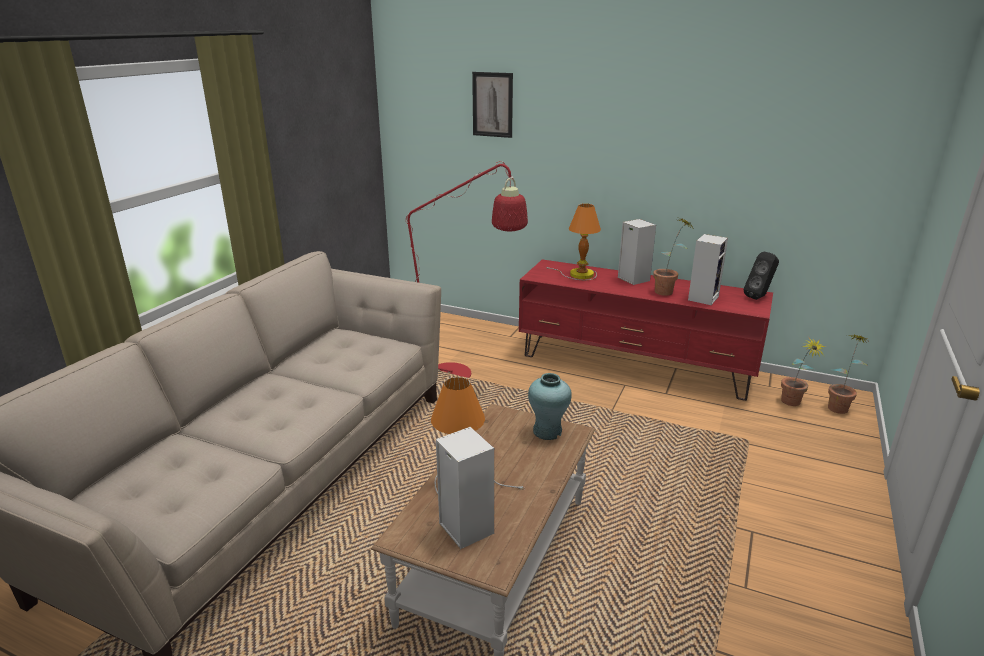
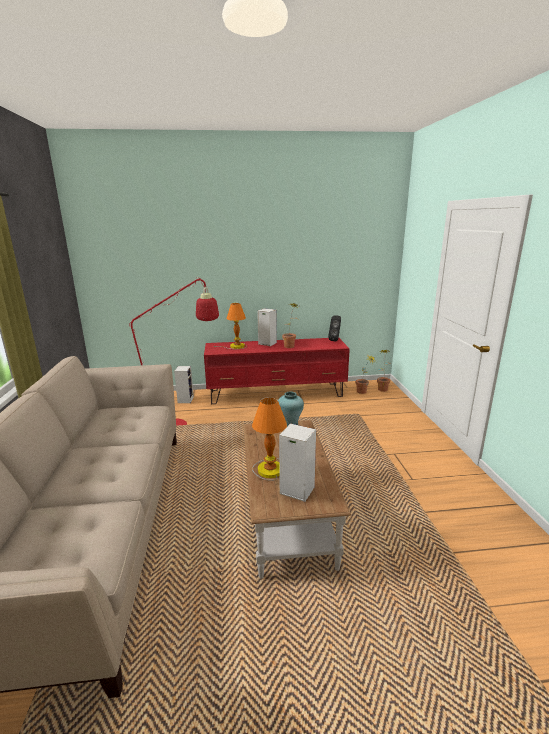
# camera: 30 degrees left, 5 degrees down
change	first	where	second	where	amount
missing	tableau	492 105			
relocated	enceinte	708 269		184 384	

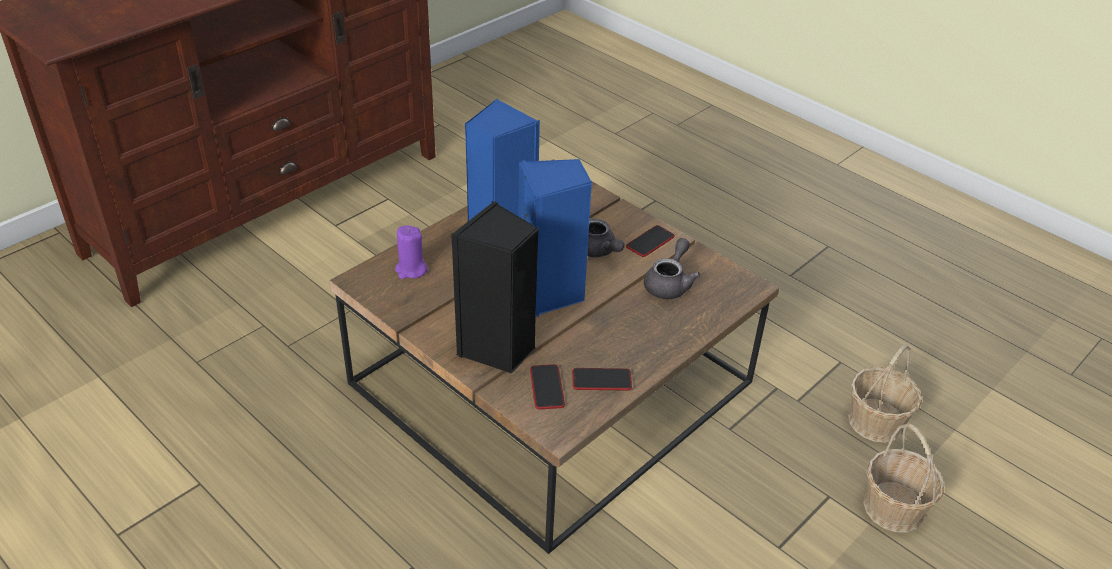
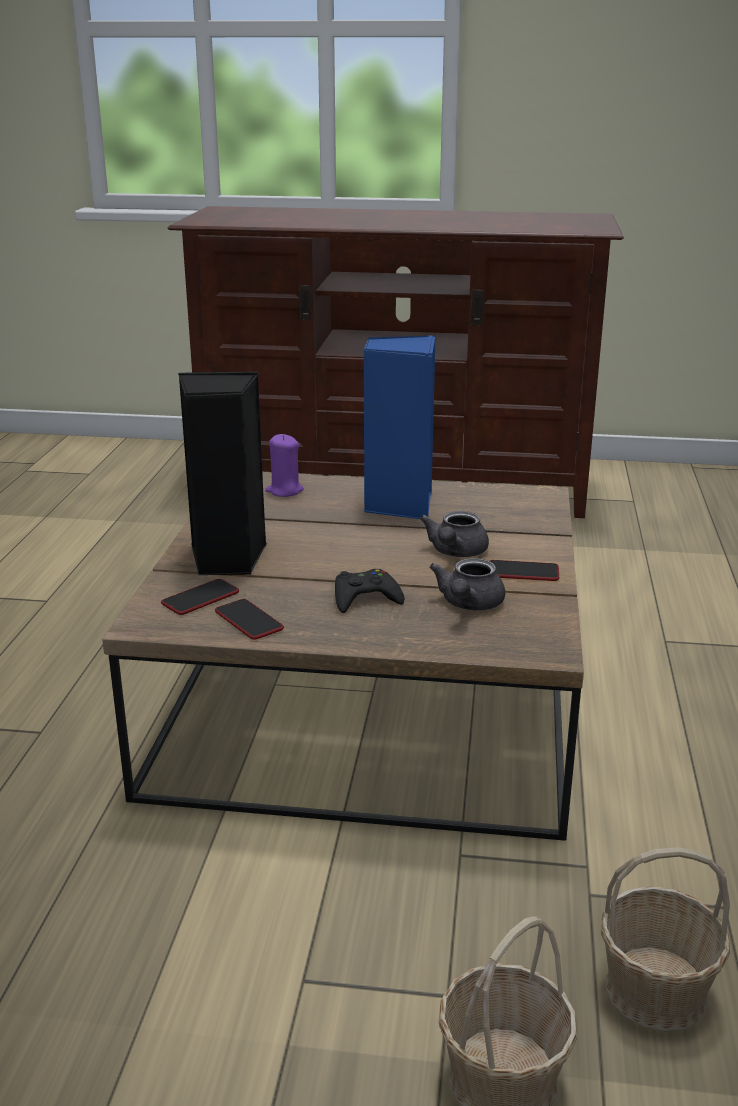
# camera: 55 degrees right, 15 degrees down
change	first	where	second	where	amount
missing	enceinte (bleu)	555 238			
spun	théière (gris)	672 268		467 584	120 degrees clockwise
appeared			manette (noir)	370 591	

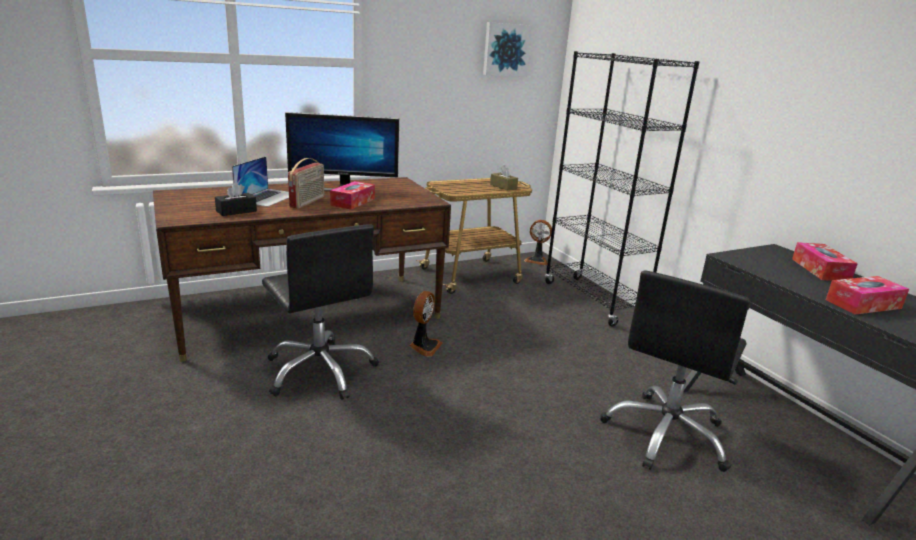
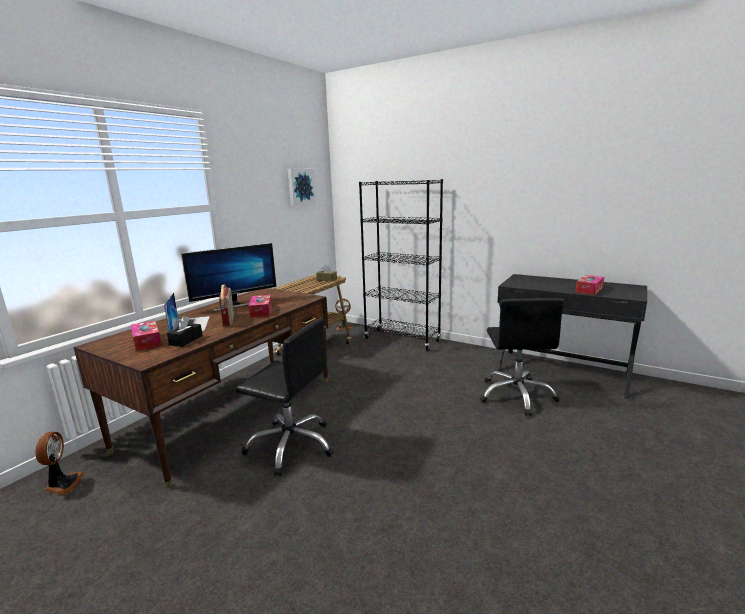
# camera: 30 degrees left, 5 degrees down
change	first	where	second	where	amount
relocated	ventilateur	425 324		59 463	
relocated	boîte à mouchoirs	825 261		146 335	

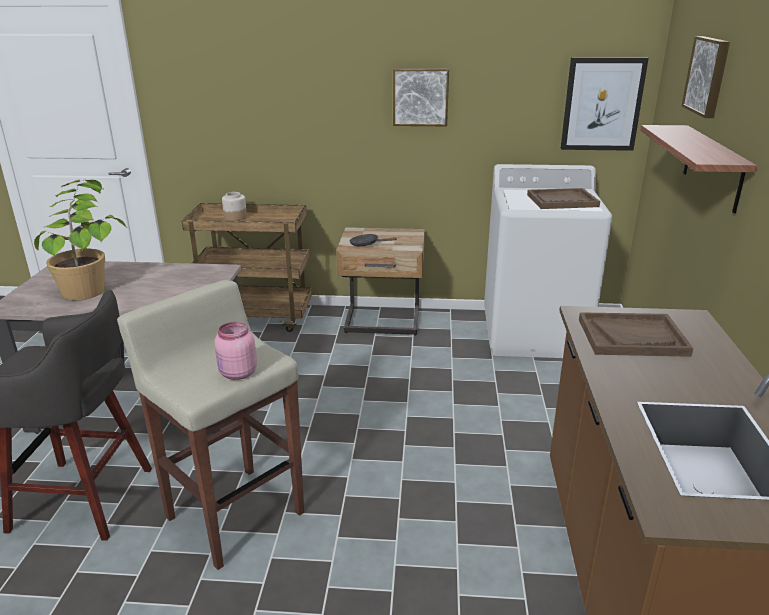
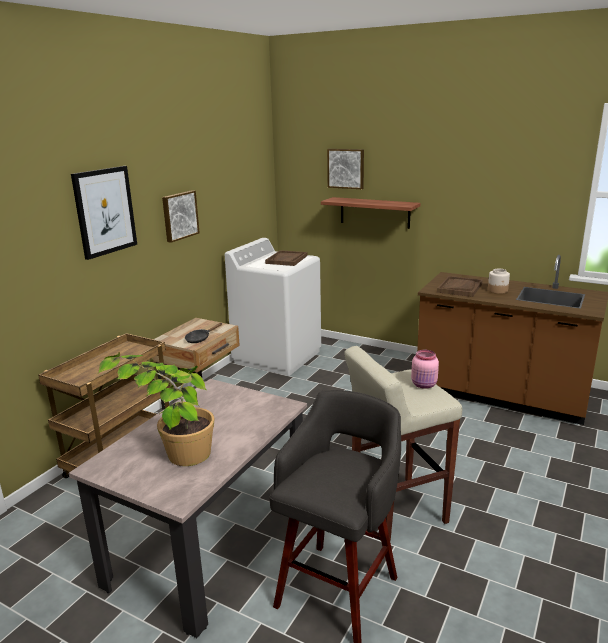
# camera: 65 degrees left, 5 degrees down
change	first	where	second	where	amount
relocated	bocal	234 206		499 281	
relocated	tableau	605 104		104 213	

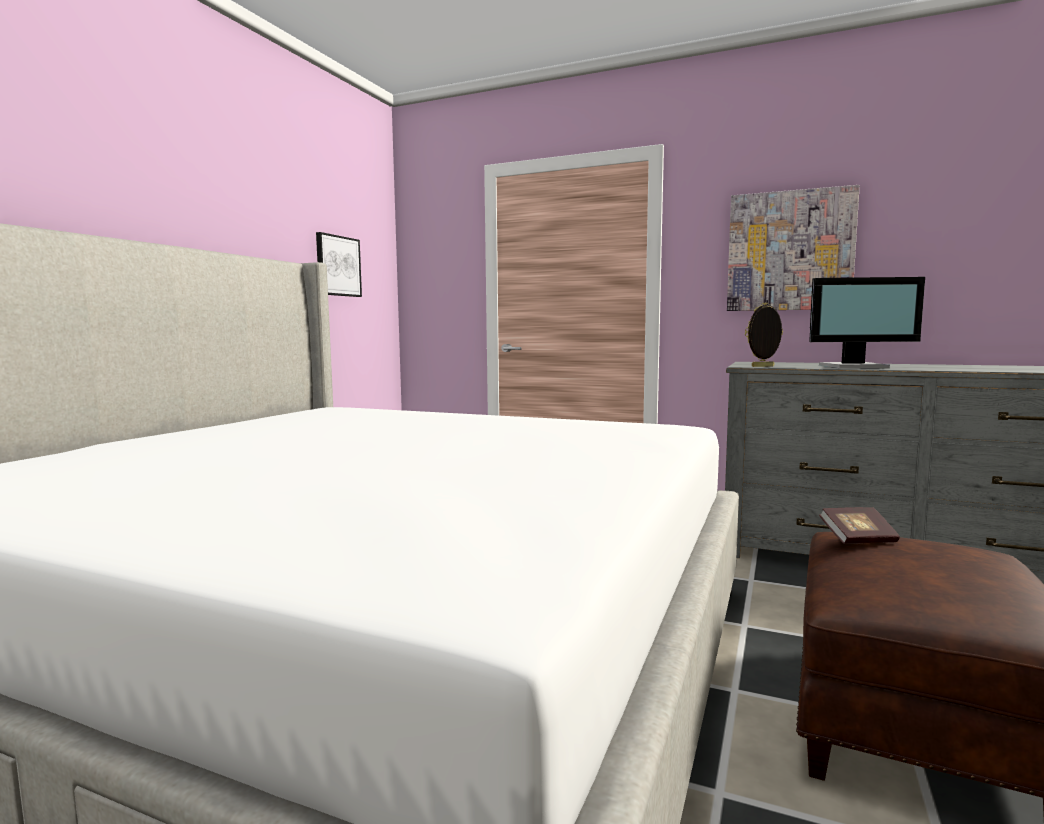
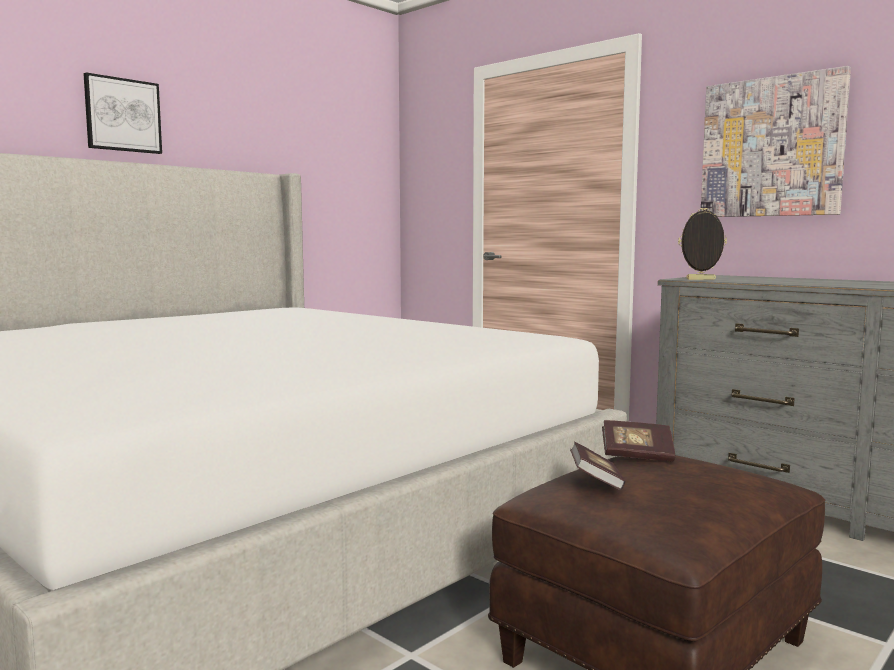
# camera: 20 degrees right, 0 degrees up
change	first	where	second	where	amount
relocated	tableau	339 264		122 113	
missing	écran d'ordinateur	867 322			
appeared			livre	598 466	

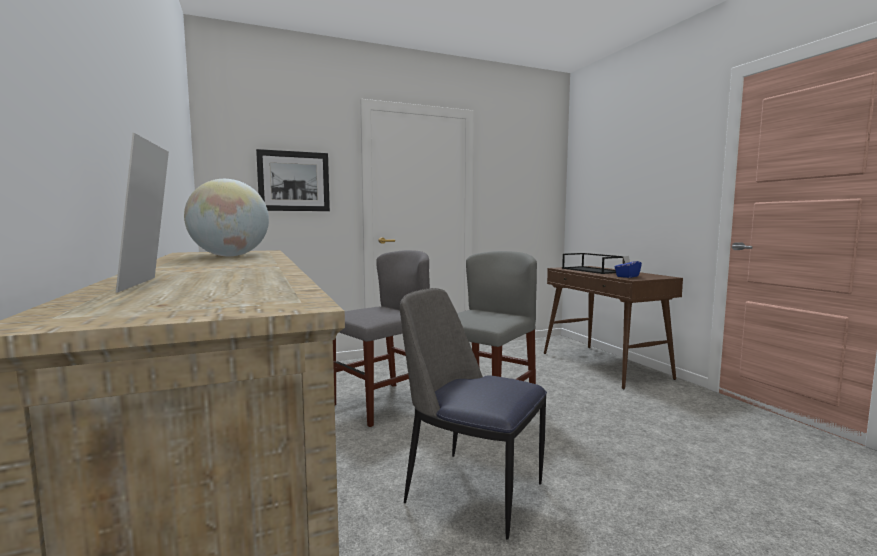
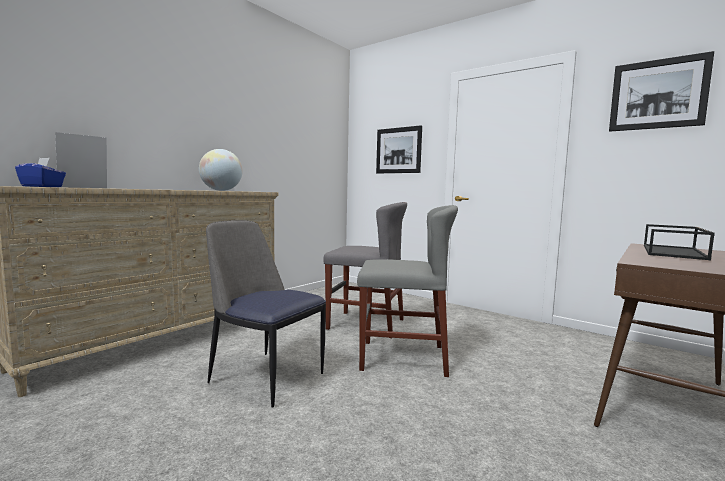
# camera: 60 degrees right, 0 degrees up
change	first	where	second	where	amount
spun	chaise	473 414		266 313	60 degrees counterclockwise
relocated	boîte à mouchoirs (bleu)	628 267		40 172	
appeared			tableau	661 91	

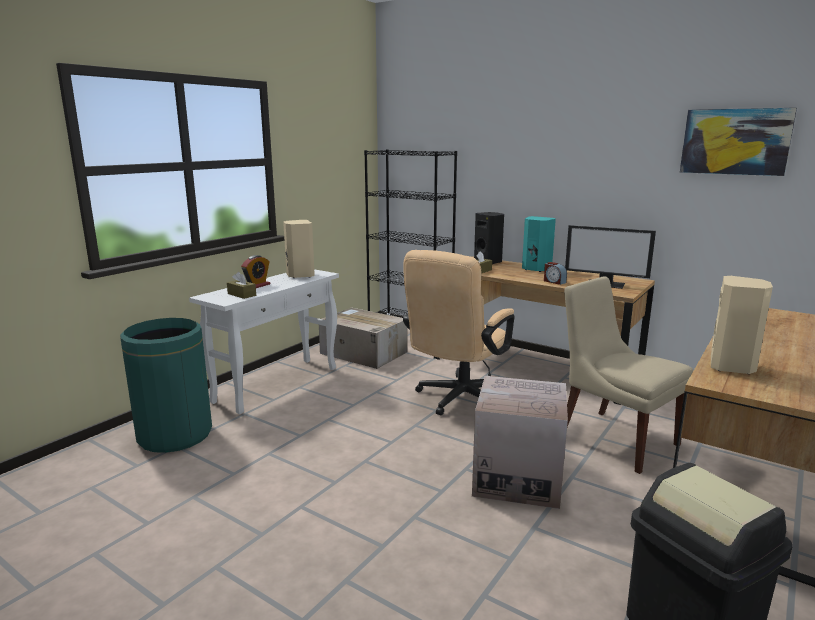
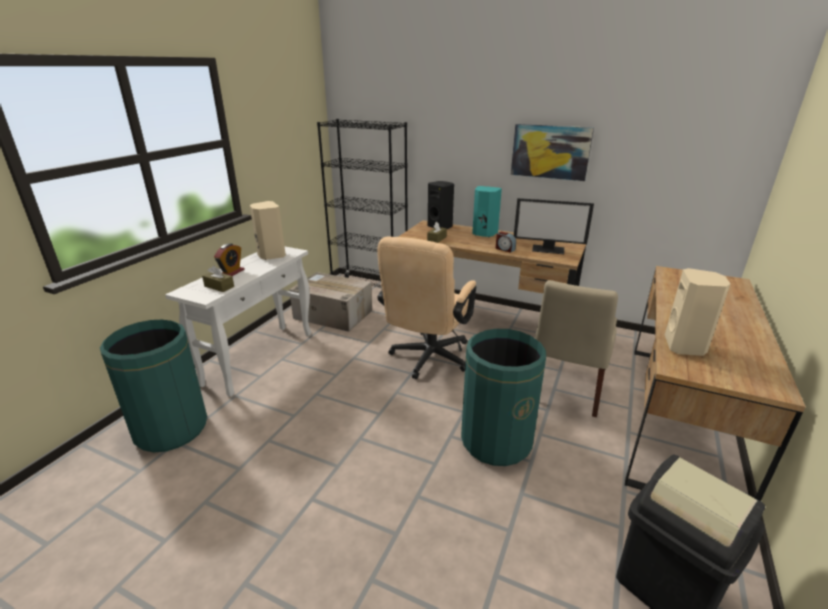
# camera: 10 degrees left, 10 degrees up
change	first	where	second	where	amount
exchanged	carton	520 442	poubelle (vert)	503 397	
spun	chaise (beige)	628 375		576 348	105 degrees counterclockwise
relocated	tableau	738 142		552 152	

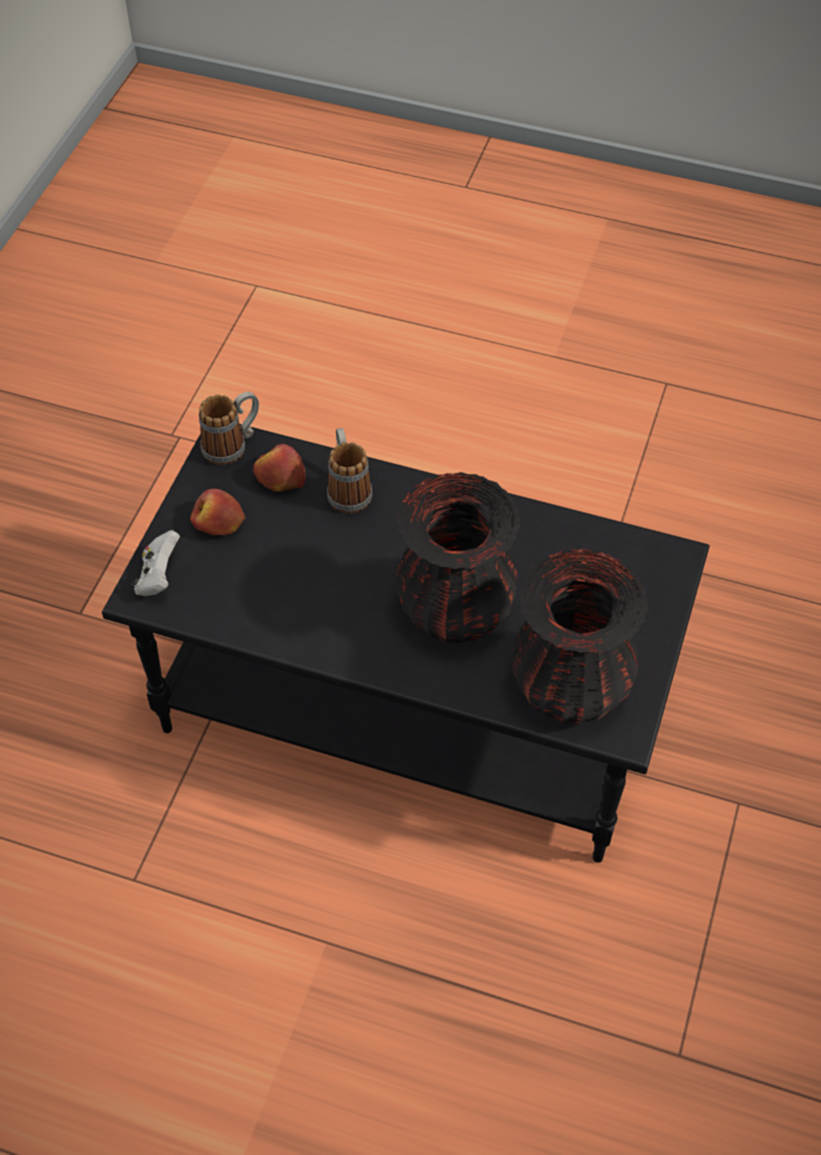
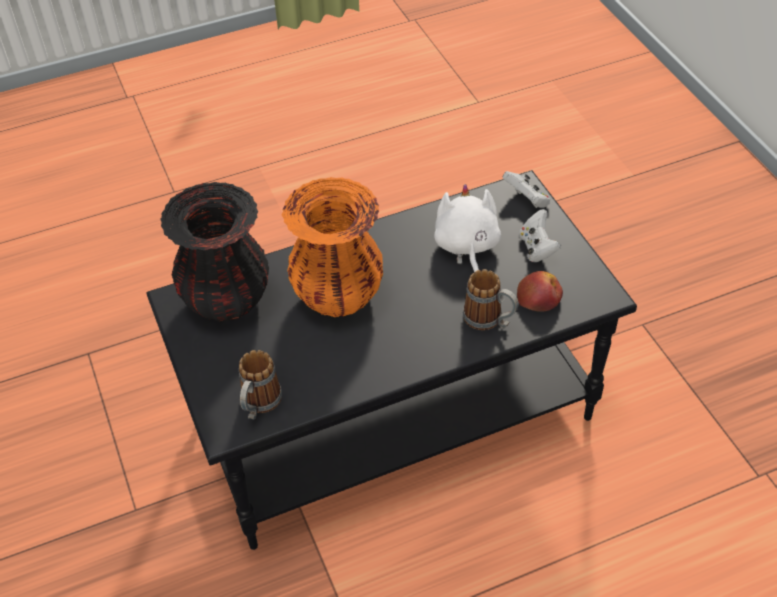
# camera: 140 degrees right, 5 degrees down
change	first	where	second	where	amount
exchanged	pomme	217 512	manette (blanc)	540 235	
relocated	mug	229 428		260 384	
colour	vase (noir)	458 557	vase (orange)	332 247	
appeared			peluche (blanc)	467 228	

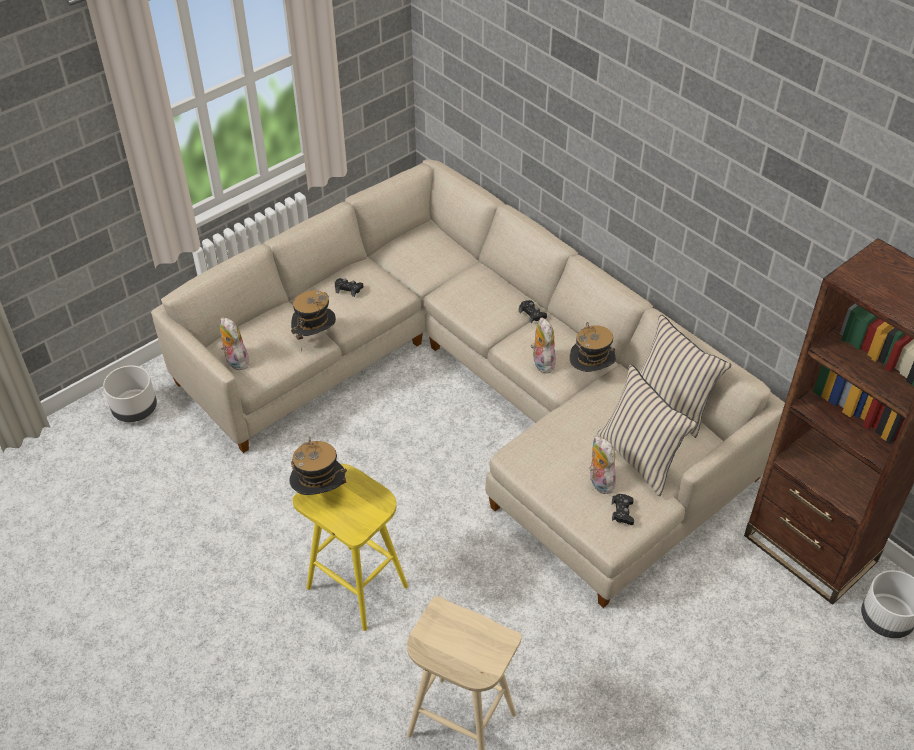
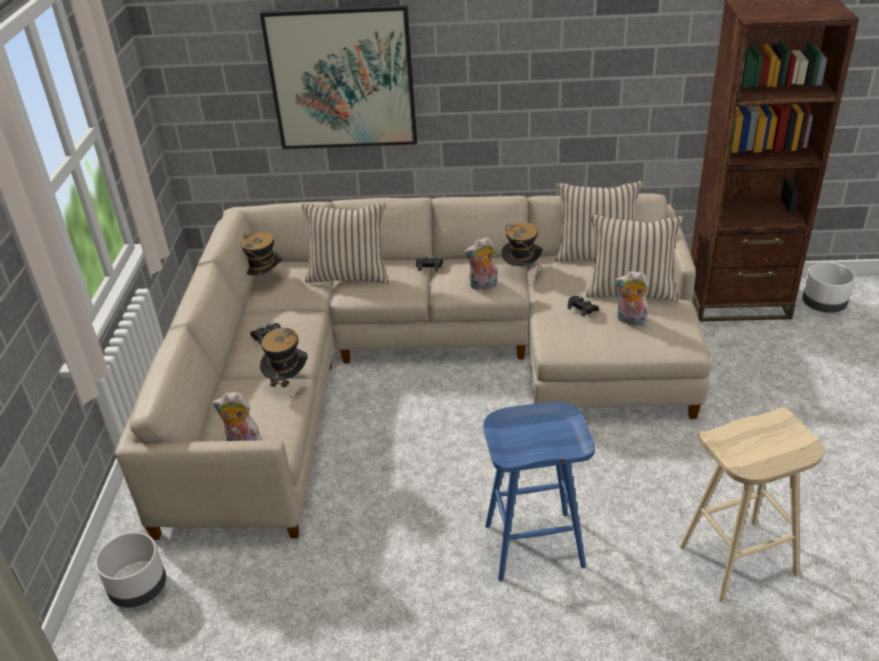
# camera: 45 degrees left, 10 degrees down
change	first	where	second	where	amount
relocated	chapeau	318 466		262 254	
colour	tabouret (jaune)	350 547	tabouret (bleu)	539 491	
spun	peluche	543 345		481 263	45 degrees counterclockwise
relocated	manette (noir)	623 509		583 306	
appeared			tableau	338 76	
appeared			coussin (beige)	344 243	

